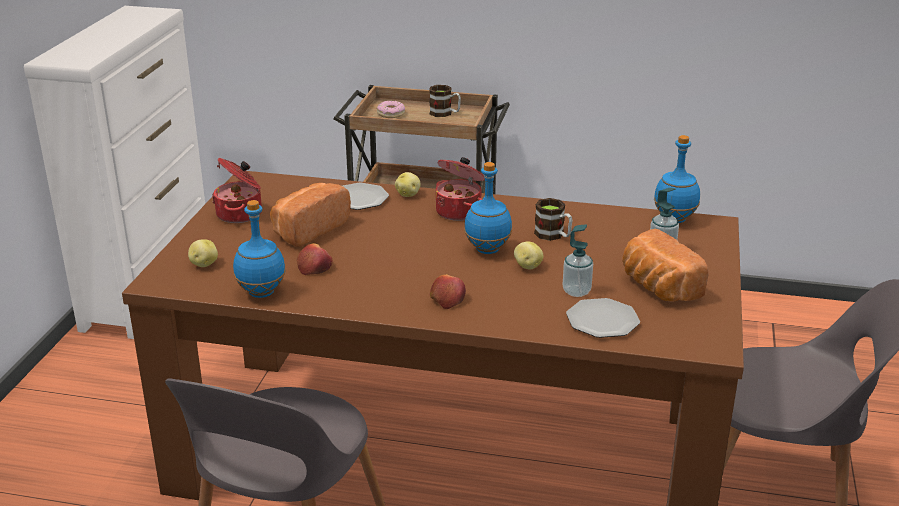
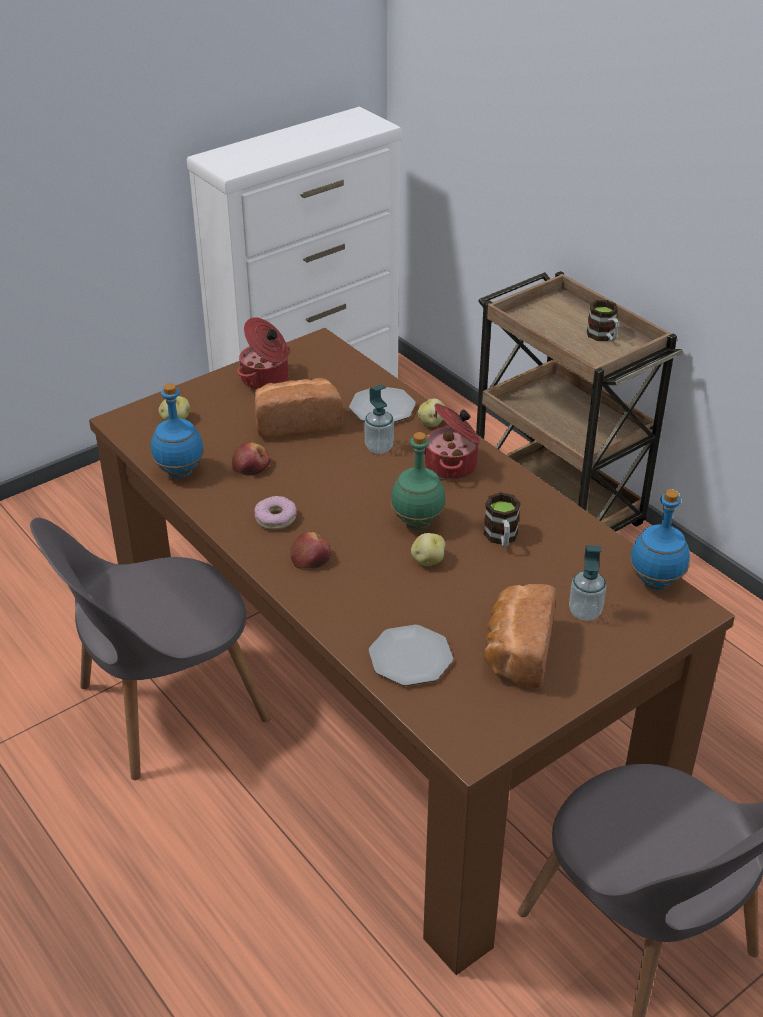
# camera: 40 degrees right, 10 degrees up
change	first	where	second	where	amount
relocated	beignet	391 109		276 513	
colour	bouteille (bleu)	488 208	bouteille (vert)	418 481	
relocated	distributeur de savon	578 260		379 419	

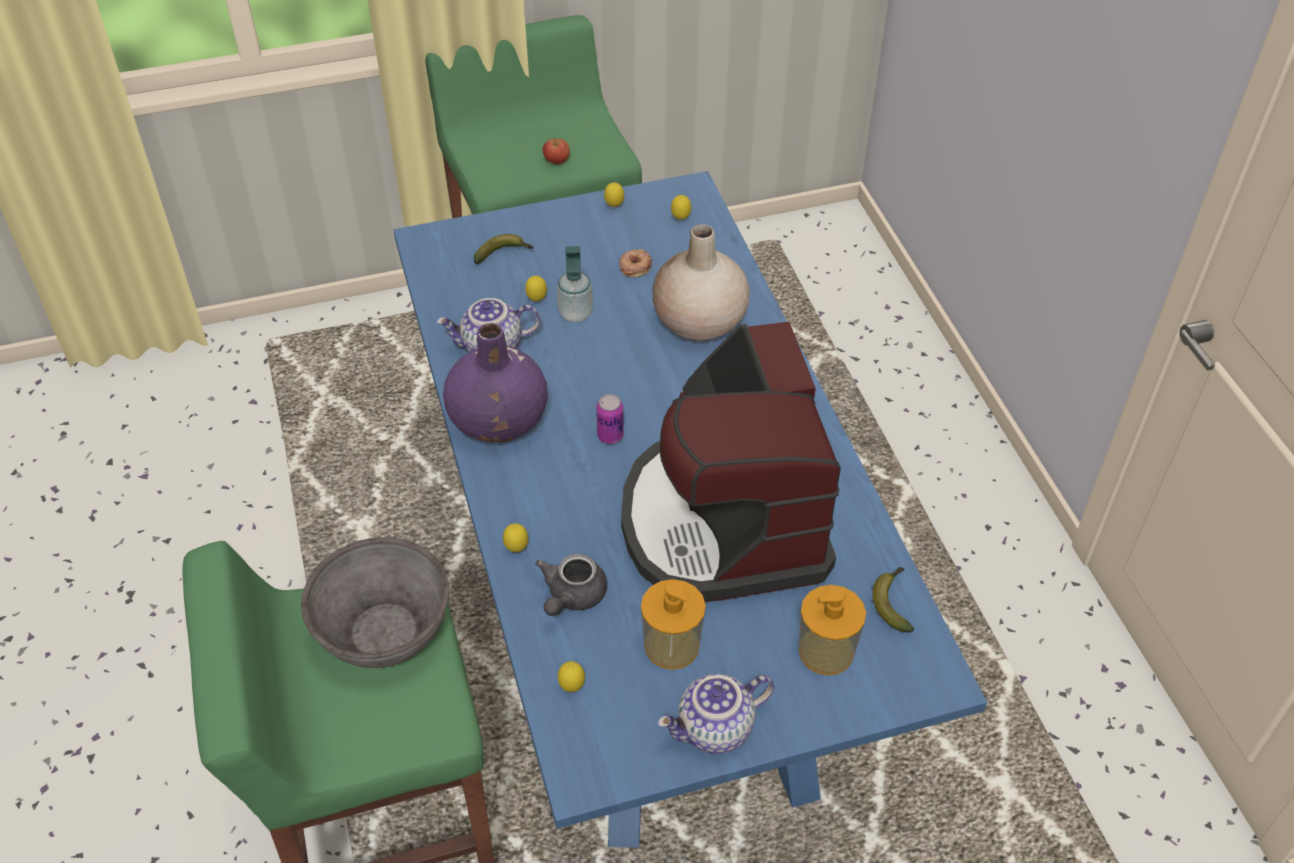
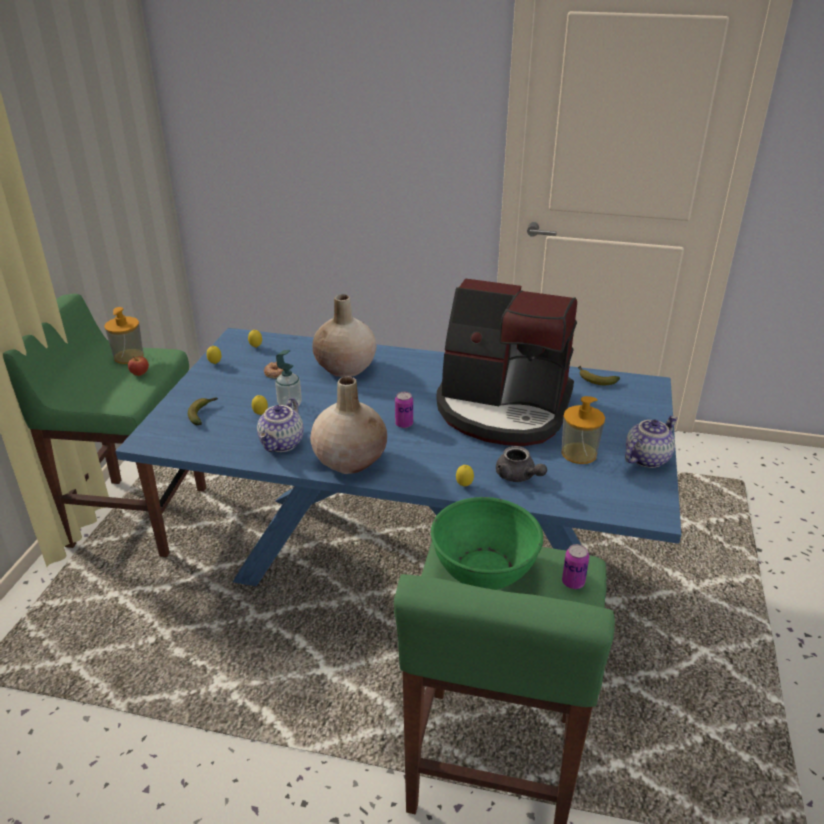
# camera: 60 degrees left, 15 degrees down
change	first	where	second	where	amount
colour	bol (gris)	375 602	bol (vert)	487 543	
colour	vase (violet)	495 383	vase (beige)	348 425	
missing	citron	571 676			
spun	théière	716 714		651 442	135 degrees counterclockwise
relocated	distributeur de savon	832 630		124 335	
appeared			boîte métallique	575 566	

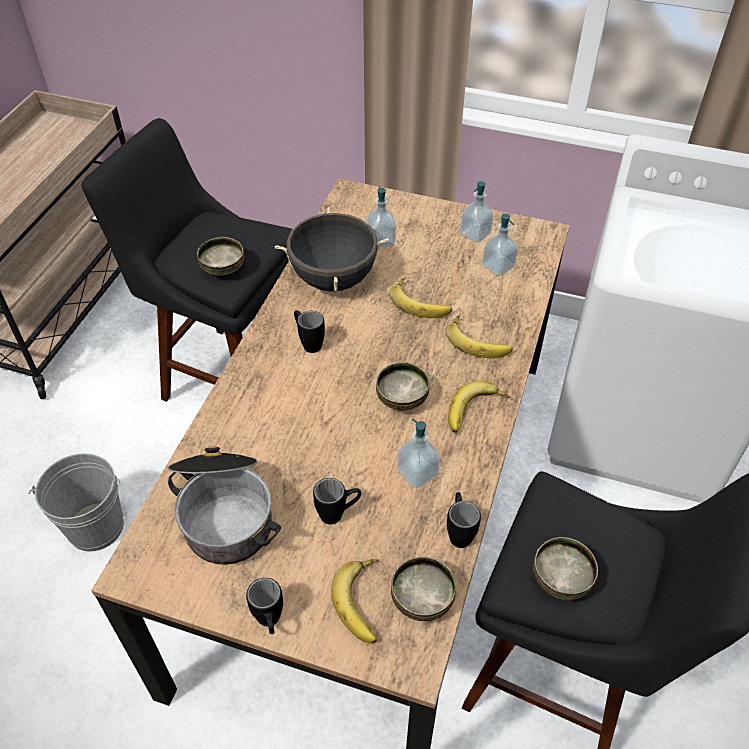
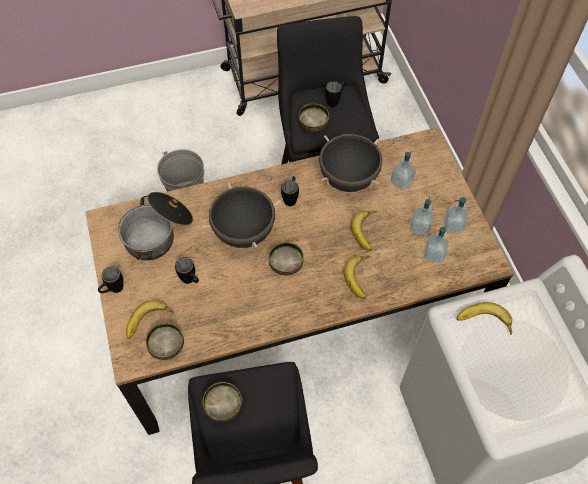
# camera: 55 degrees right, 10 degrees up
change	first	where	second	where	amount
relocated	distributeur de savon	418 453		422 216	
relocated	mug (noir)	464 520		335 94	
relocated	banane	479 406		484 318	
appeared			marmite (noir)	241 215	

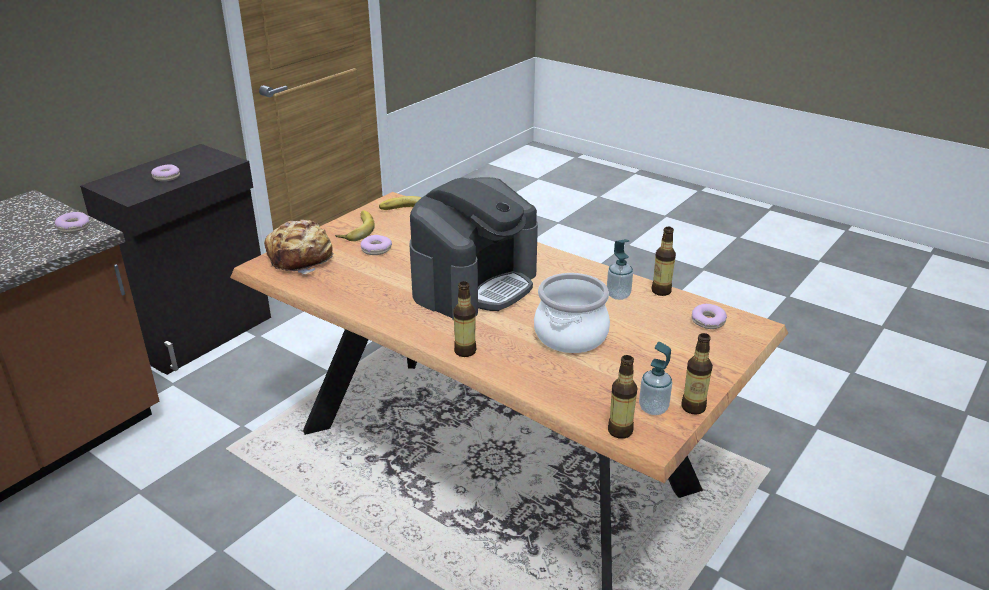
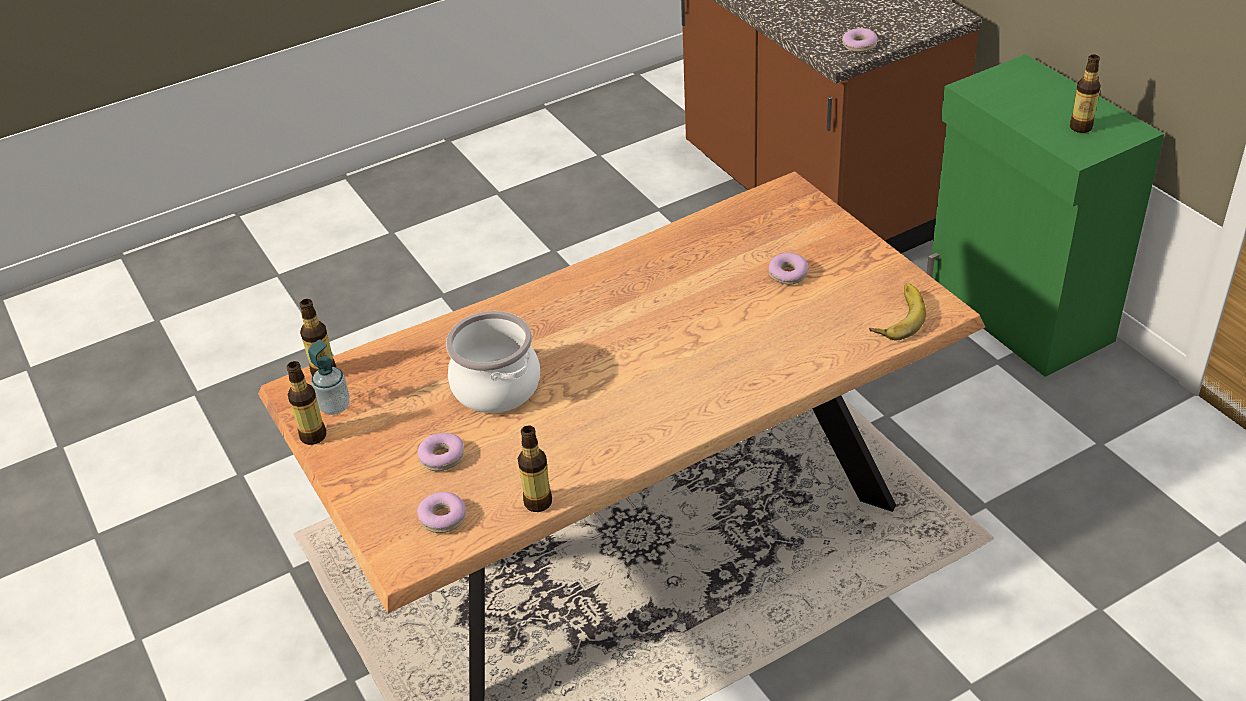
# camera: 115 degrees right, 10 degrees up
change	first	where	second	where	amount
colour	meuble de rangement (noir)	175 259	meuble de rangement (vert)	1045 215	
relocated	beignet	165 173		441 452	
missing	pain	300 247			
missing	banane	355 225			
missing	machine à café	473 248			
relocated	bouteille	464 319		1085 93	
missing	distributeur de savon	620 269			

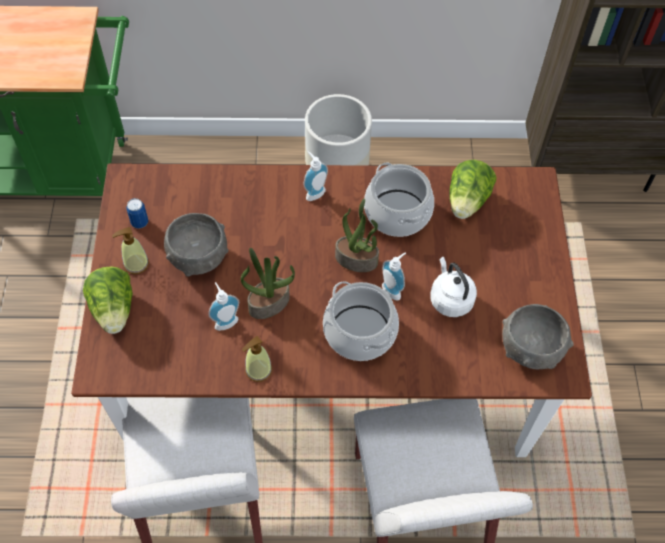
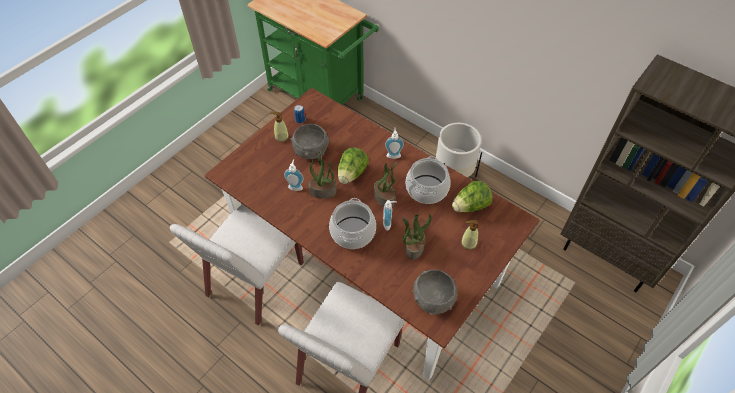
# camera: 40 degrees right, 5 degrees down
change	first	where	second	where	amount
relocated	laitue	108 300		353 165	
relocated	distributeur de savon	257 359		469 235	
exchanged	bouilloire (blanc)	453 287	plante en pot	417 236	

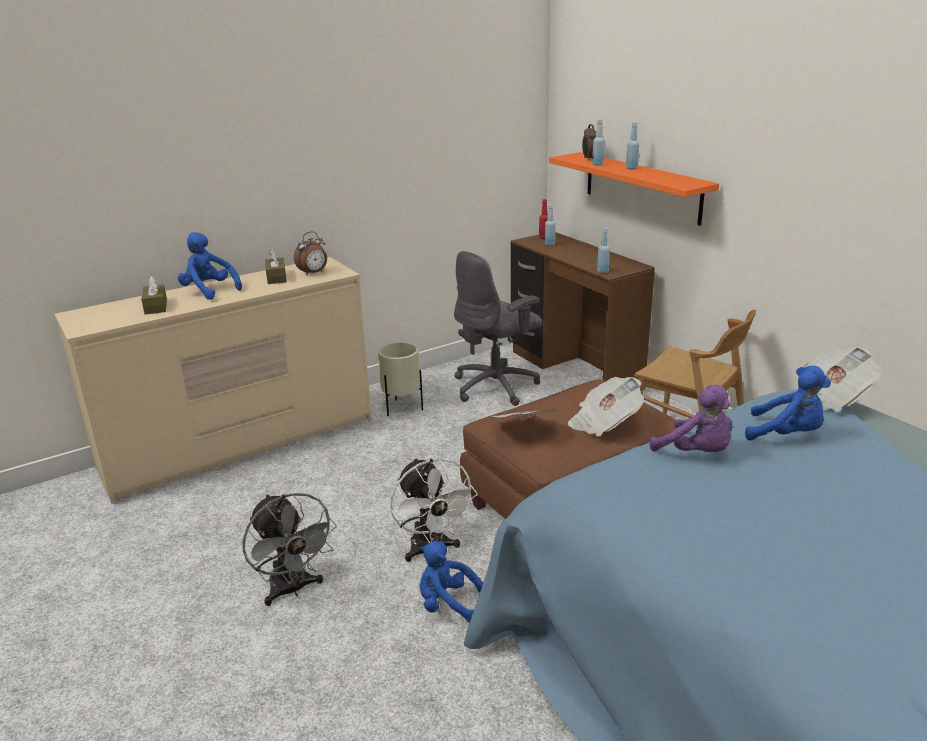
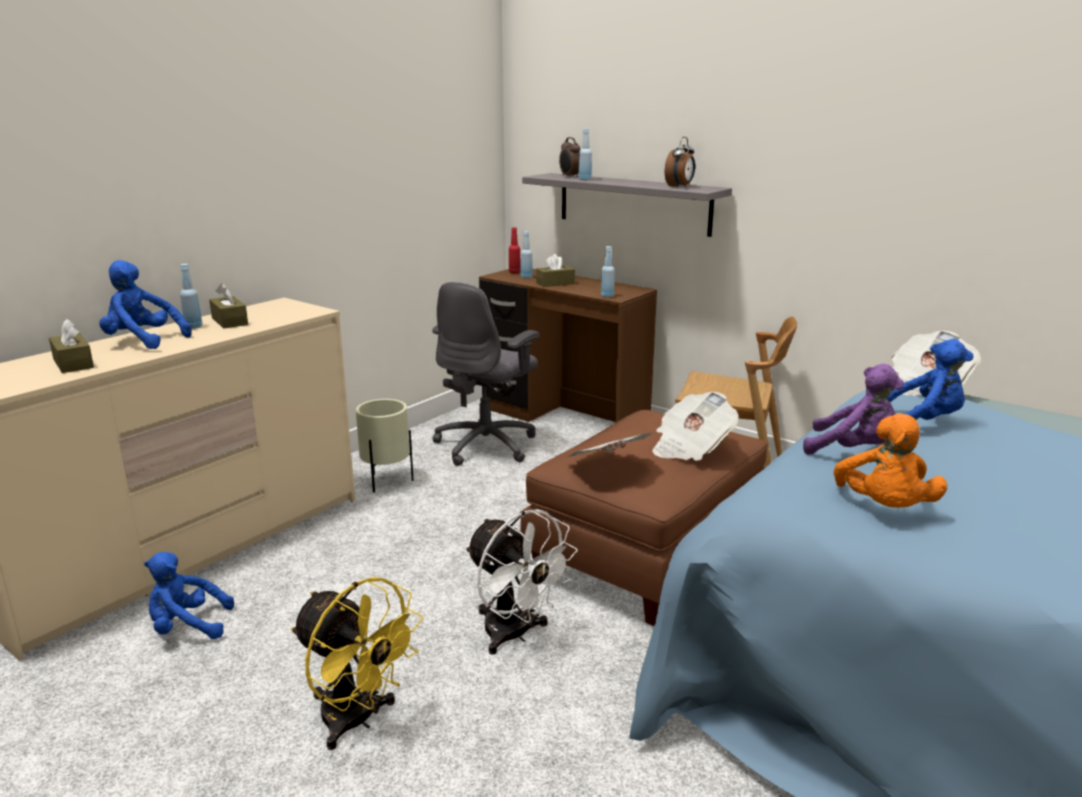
# camera: 20 degrees left, 5 degrees down
change	first	where	second	where	amount
colour	ventilateur (gris)	289 549	ventilateur (jaune)	357 663	
relocated	réveil	310 253		680 162	
relocated	peluche (bleu)	451 582		189 595	
colour	étagère (orange)	634 189	étagère (gris)	627 205	
relocated	bouteille (bleu)	632 146		191 296	
appeared			boîte à mouchoirs (marron)	555 270	
appeared			peluche (orange)	890 461	

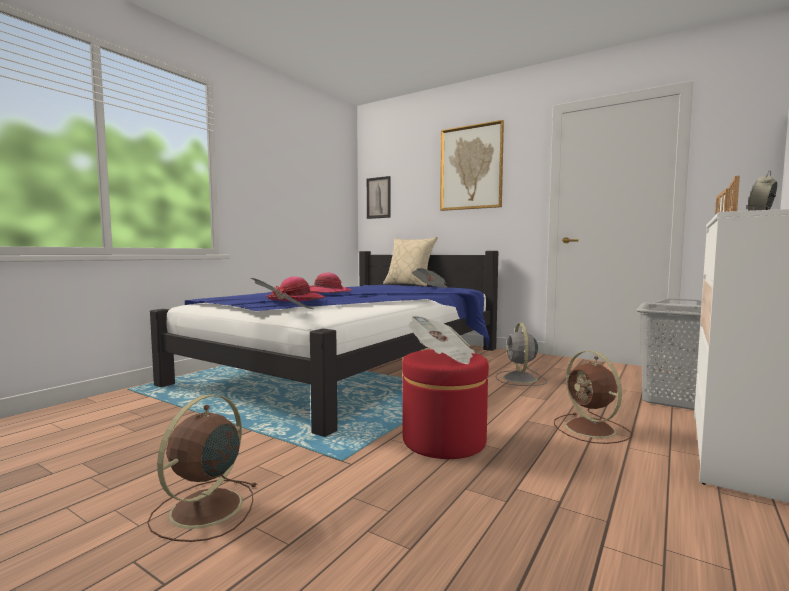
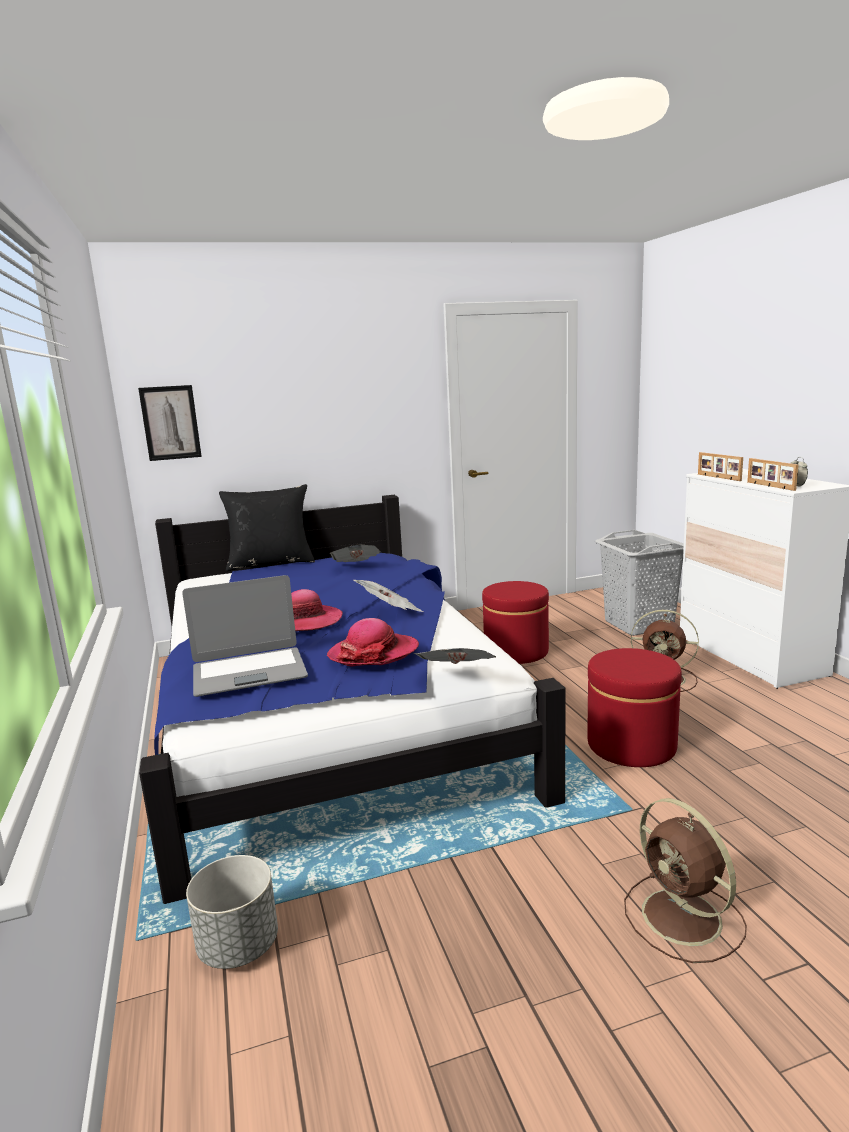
# camera: 50 degrees left, 10 degrees up
change	first	where	second	where	amount
colour	coussin (beige)	410 262	coussin (noir)	267 527	
relocated	journal	442 340		389 596	
missing	tableau	472 165			
exchanged	ventilateur (gris)	521 354	pouf (rouge)	515 622	
appeared			ordinateur portable	245 636	
appeared			cache-pot (gris)	232 912	

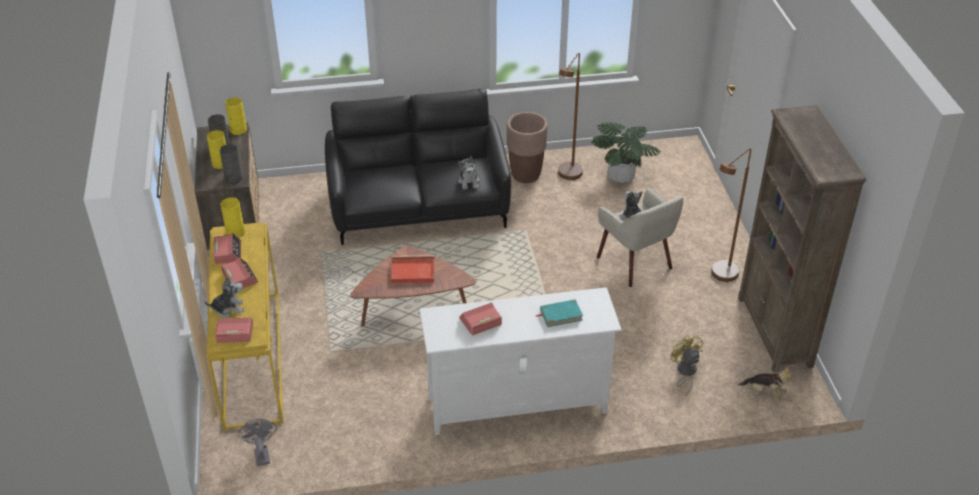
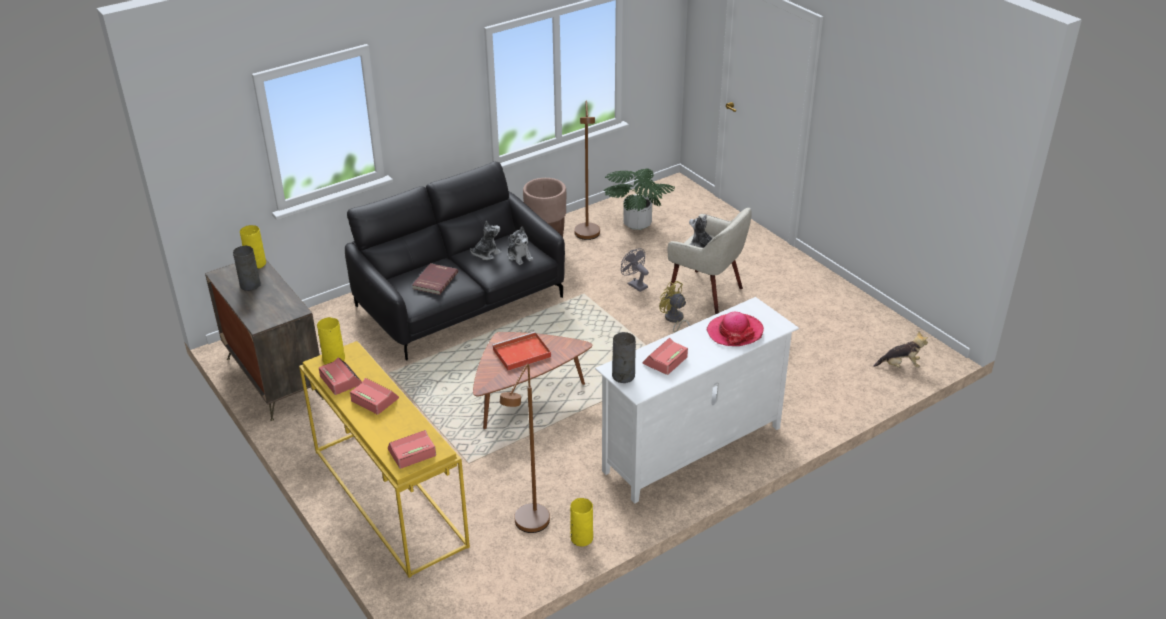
# camera: 25 degrees left, 5 degrees down
change	first	where	second	where	amount
relocated	peluche	224 296		486 240	
relocated	vase (jaune)	216 149		581 522	
relocated	vase (gris)	231 164		624 357	
relocated	ventilateur (gris)	257 442		635 270	
exchanged	livre (turquoise)	559 313	chapeau	735 329	
relocated	ventilateur (jaune)	687 365		674 306	
relocated	lampadaire (marron)	731 215		525 448	
missing	bibliothèque (marron)	802 239			
appeared			livre (rouge)	435 279	

